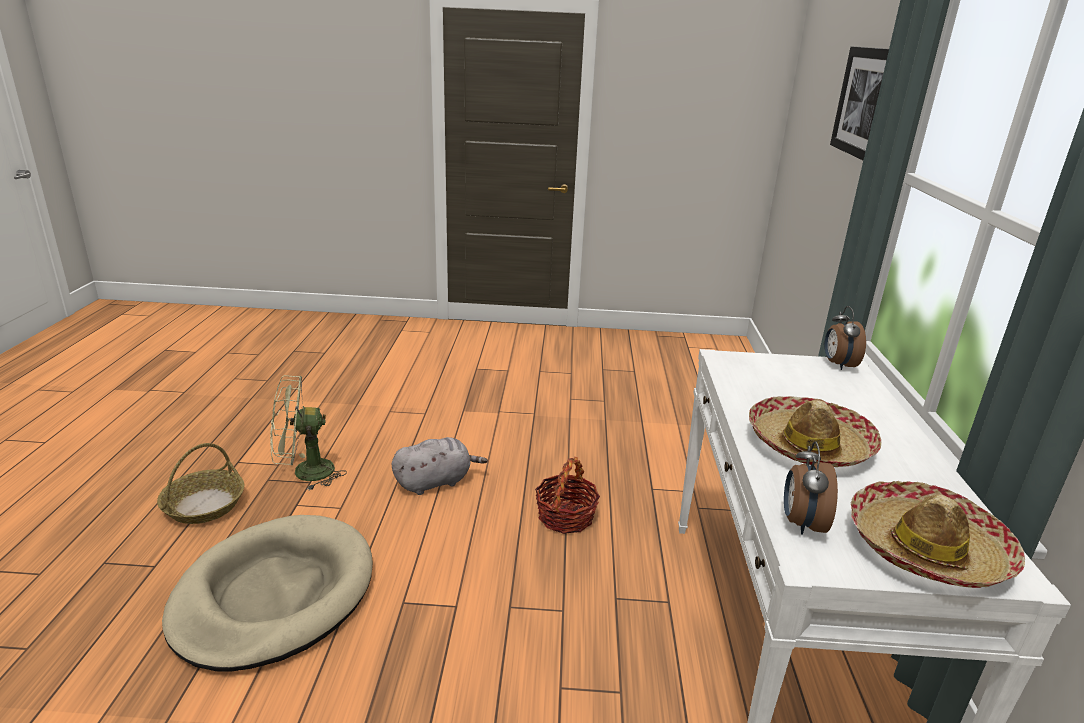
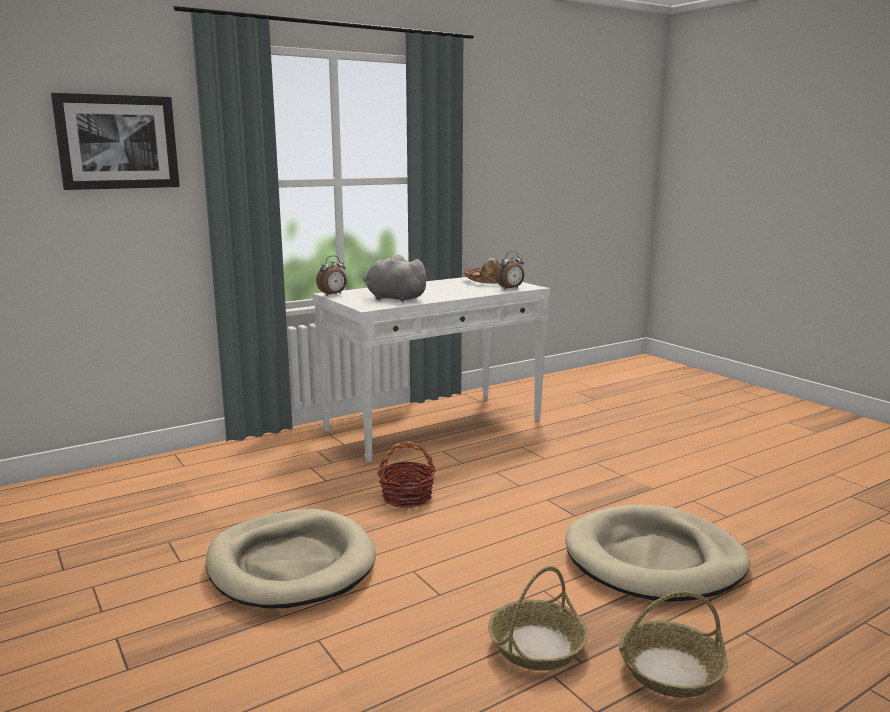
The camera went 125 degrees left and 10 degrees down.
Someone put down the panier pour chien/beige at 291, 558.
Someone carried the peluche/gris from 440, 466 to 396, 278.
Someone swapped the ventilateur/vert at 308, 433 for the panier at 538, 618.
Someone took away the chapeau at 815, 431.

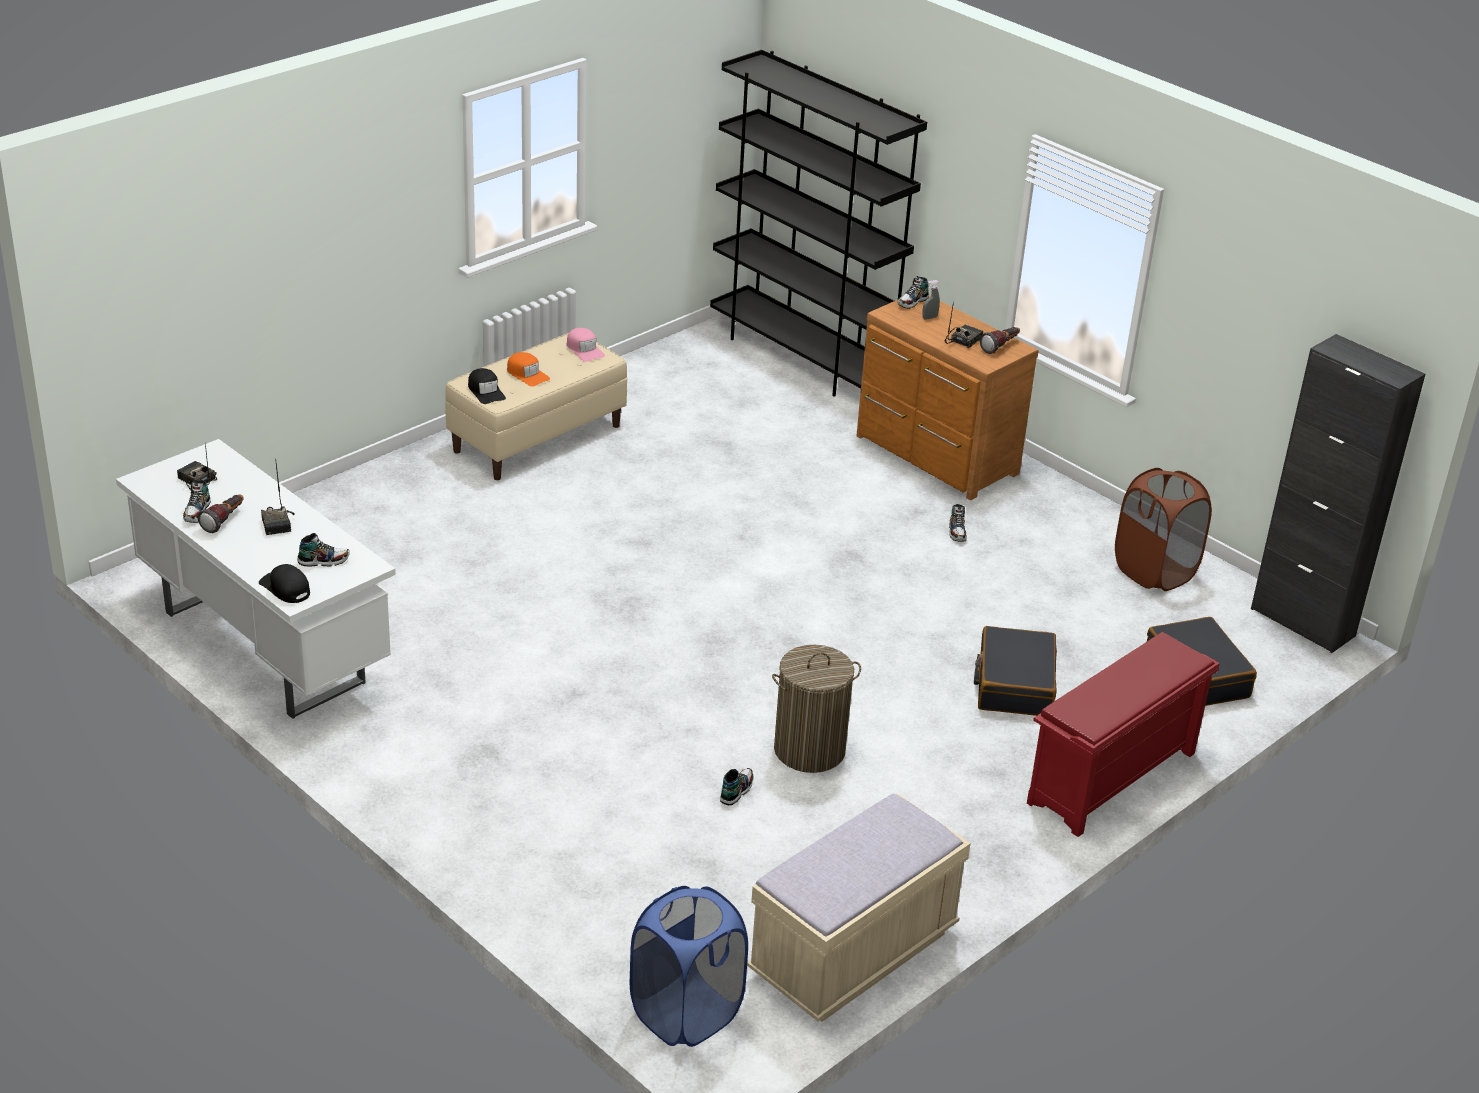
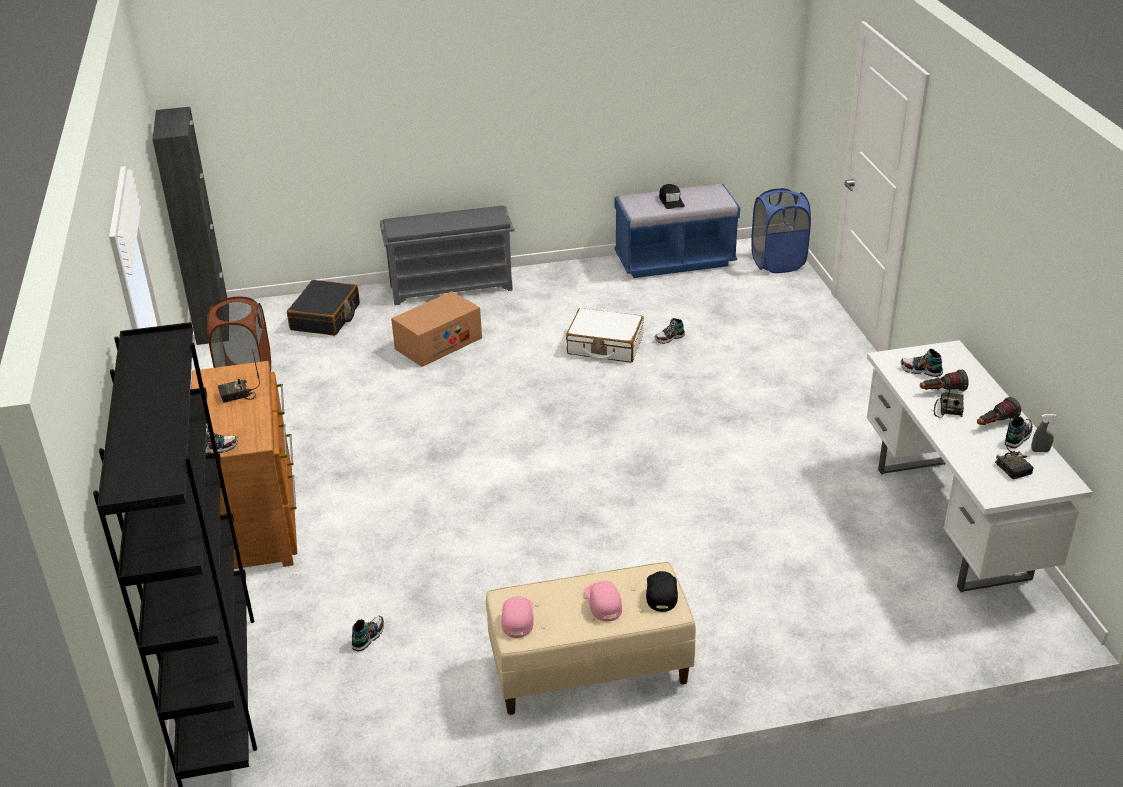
The camera went 145 degrees left and 0 degrees up.
Someone carried the chaussure from 958, 522 to 368, 633.
Someone repainted the étagère à chaussures/rouge at 1123, 734, which became the étagère à chaussures/gris at 447, 255.
Someone swapped the valise/noir at 1015, 671 for the carton at 436, 329.
Someone swapped the panier à linge at 816, 709 for the valise/blanc at 605, 335.
Someone repainted the casquette/orange at 528, 369, which became the casquette/rose at 603, 601.
Someone repainted the banc/beige at 859, 907, which became the banc/bleu at 677, 231.
Someone carried the casquette/noir from 284, 583 to 672, 196.
Someone carried the lampe de poche from 1000, 340 to 944, 380.
Someone carried the vaporisateur/gris from 931, 300 to 1044, 433.

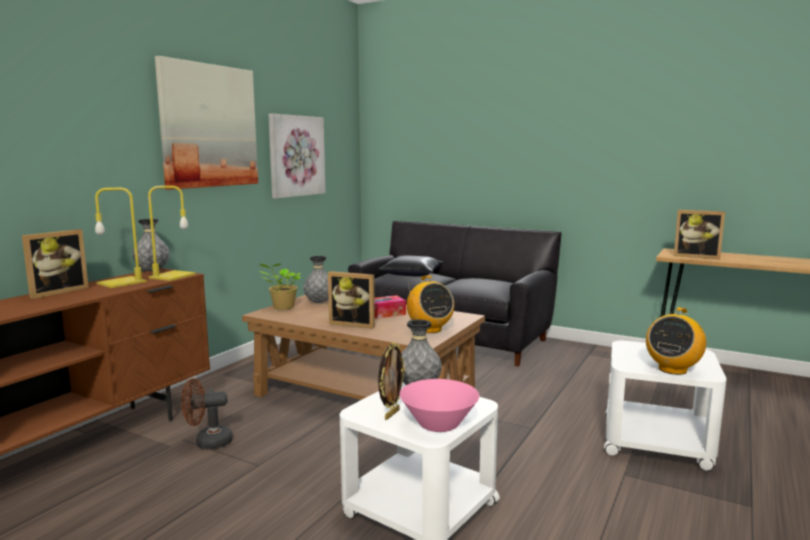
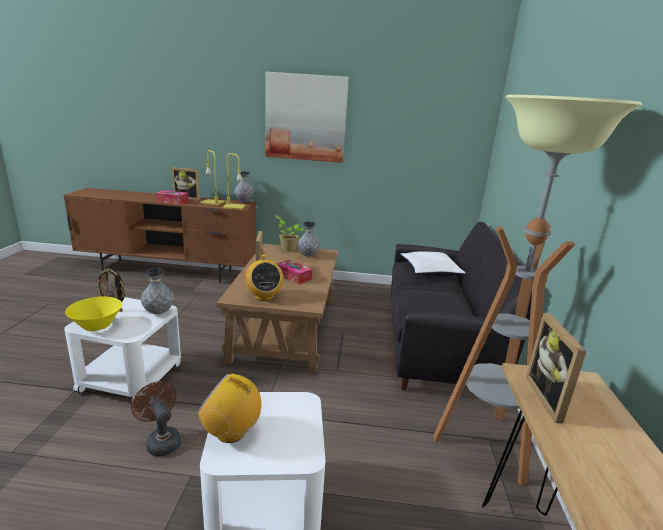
The camera went 65 degrees right and 10 degrees up.
Someone repainted the bol/rose at 439, 405, which became the bol/jaune at 93, 314.
Someone carried the ventilateur/marron from 207, 413 to 156, 418.
Someone put down the boîte à mouchoirs at 172, 197.
Someone rotated the radio at 430, 304 by 60 degrees counterclockwise.
Someone repainted the coussin/noir at 411, 266, which became the coussin/blanc at 433, 264.
Someone put down the lampadaire at 537, 290.
Someone took away the tableau at 297, 156.

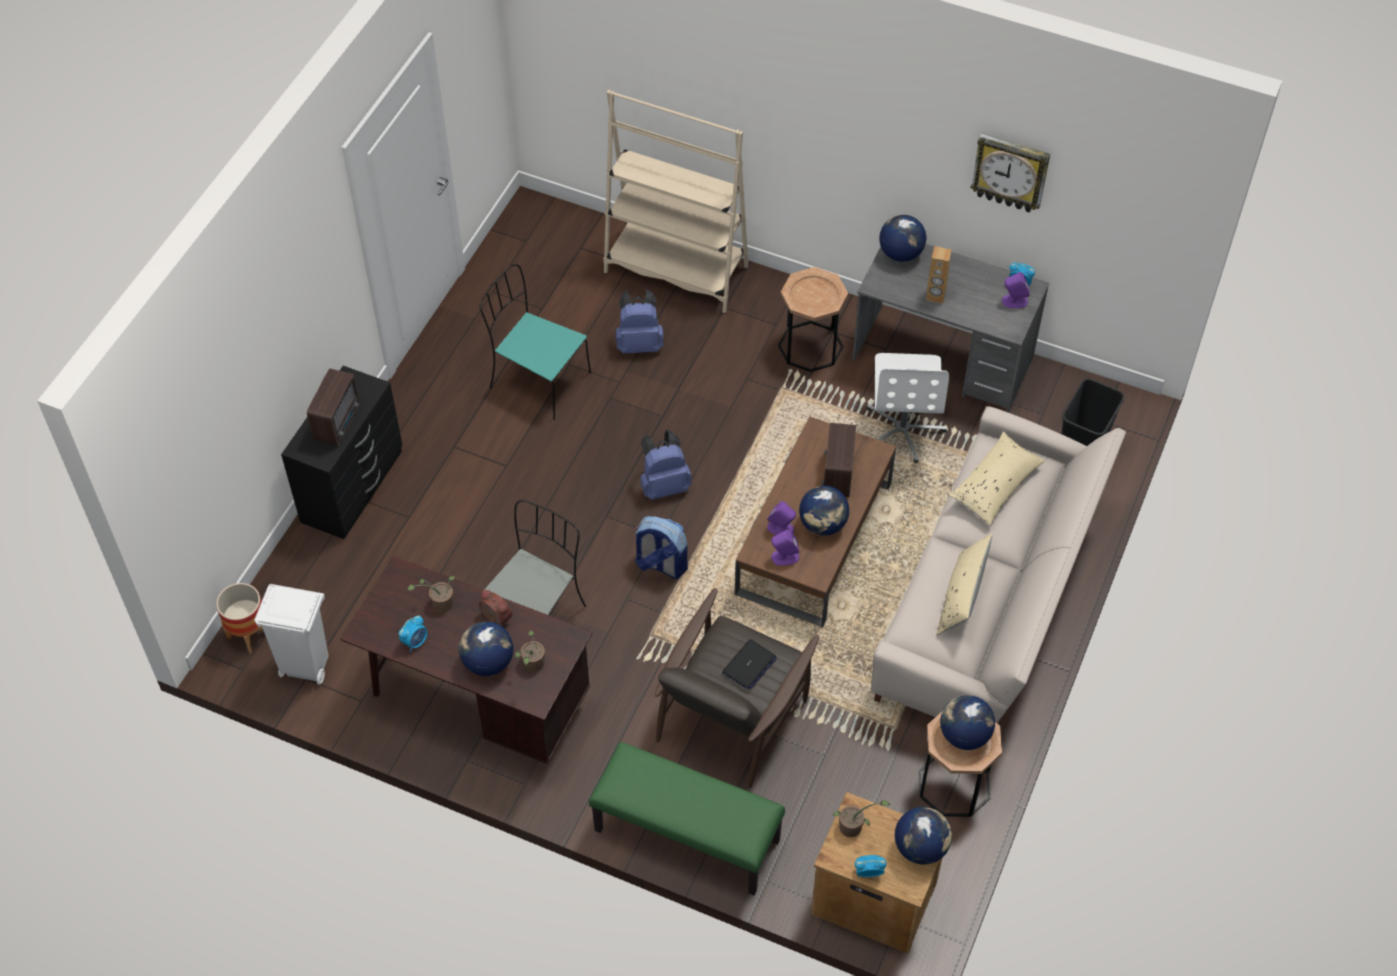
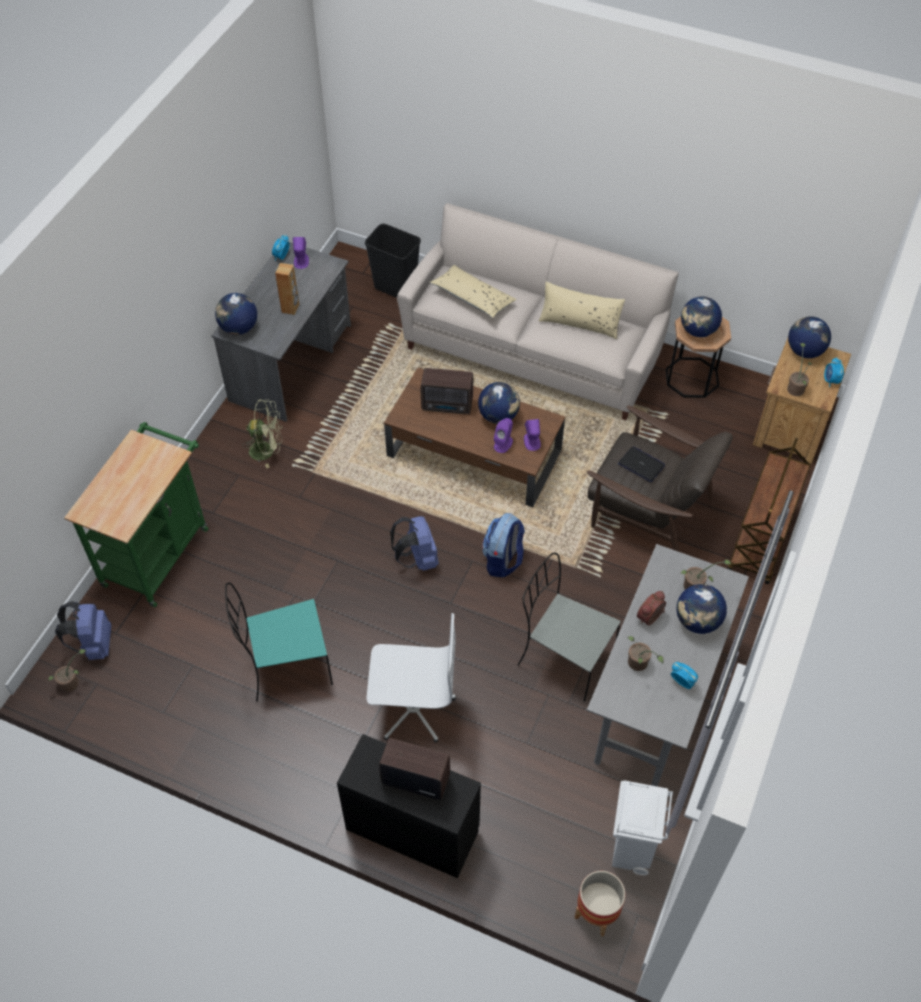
The camera went 90 degrees left and 0 degrees up.
Someone put down the plante en pot at 67, 670.
Someone carried the sac à dos/bleu from 639, 321 to 83, 630.
Someone swapped the bibliothèque/beige at 676, 201 for the chariot/vert at 136, 514.
Someone rotated the chaise/turquoise at 535, 342 by 45 degrees clockwise.
Someone swapped the table d'appoint/marron at 813, 319 for the ventilateur/vert at 262, 433.
Someone carried the chaise de bureau/blanc from 907, 408 to 411, 678.
Someone repainted the bureau/marron at 466, 660, which became the bureau/gris at 668, 665.
Someone swapped the banc/vert at 687, 819 for the chariot/marron at 768, 511.
Someone took away the horloge murale at 1010, 173.

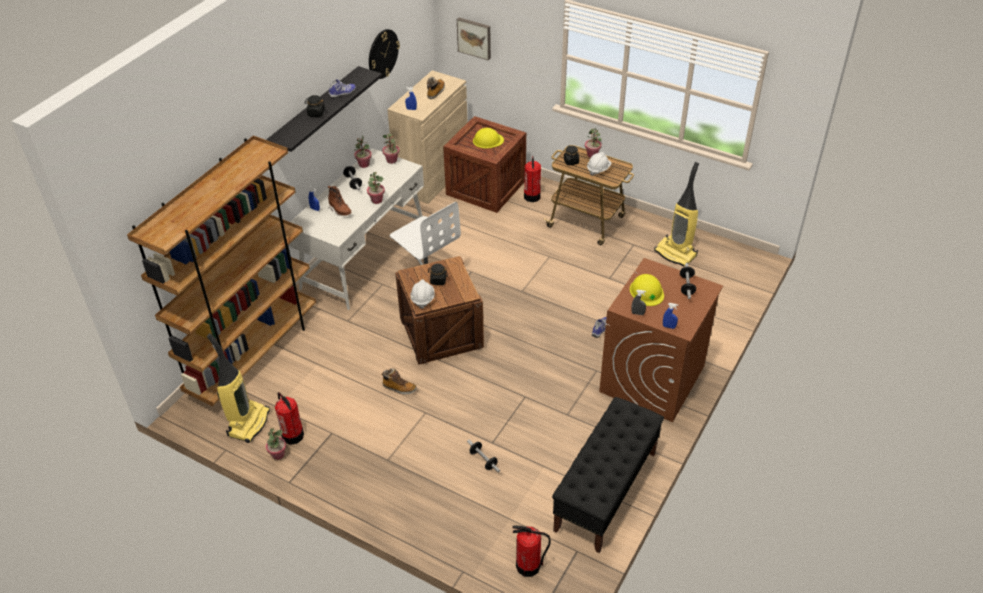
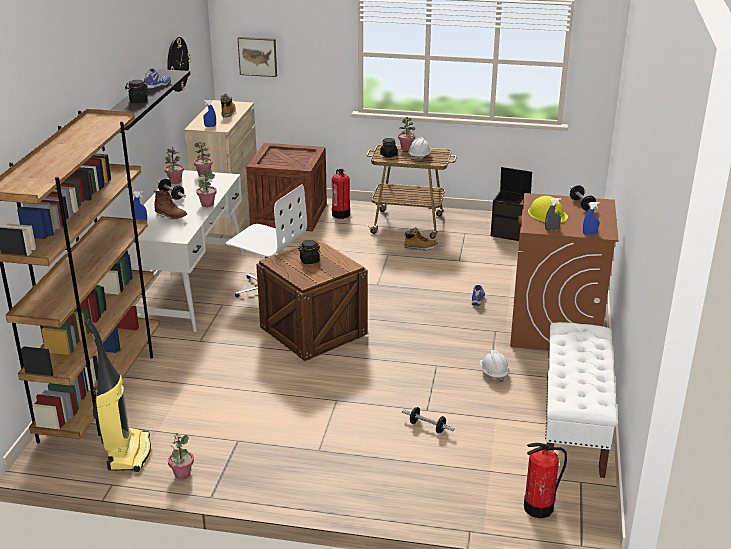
The camera went 20 degrees left and 15 degrees down.
Someone carried the botte from 399, 381 to 421, 239.
Someone carried the casque de chantier/blanc from 422, 294 to 494, 366.
Someone swapped the aspirateur at 676, 214 for the boîte de rangement/noir at 511, 204.
Someone repainted the banc/noir at 608, 475, which became the banc/blanc at 581, 400.
Someone took away the extincteur at 289, 418.
Someone took away the casque de chantier/jaune at 488, 138.

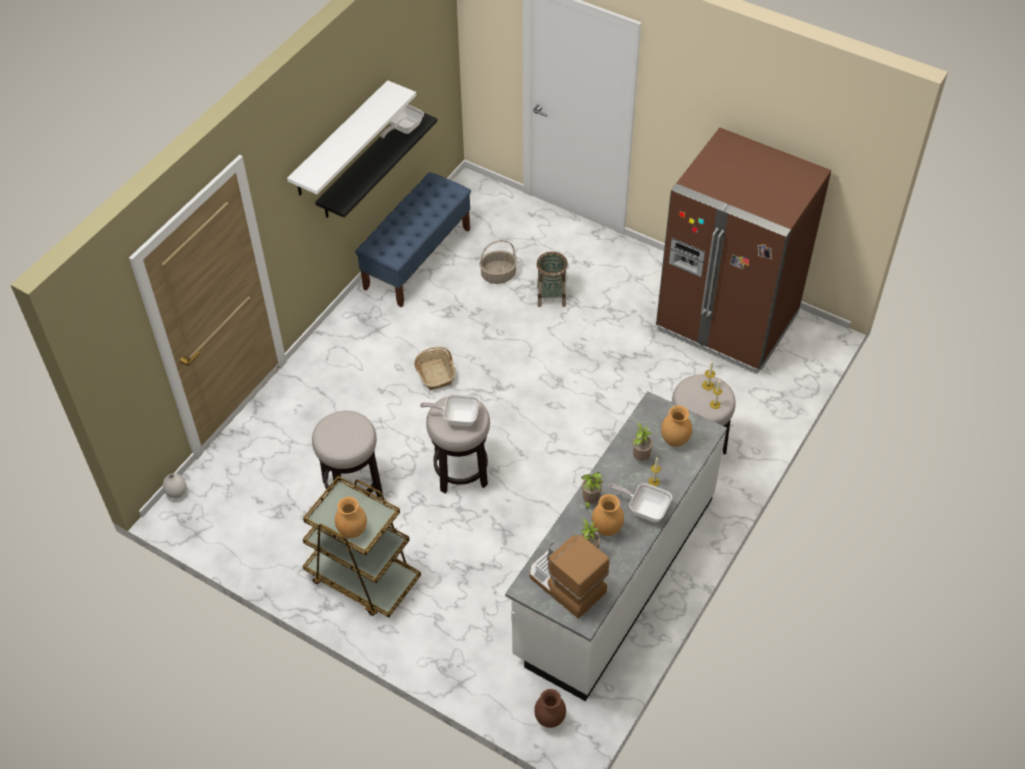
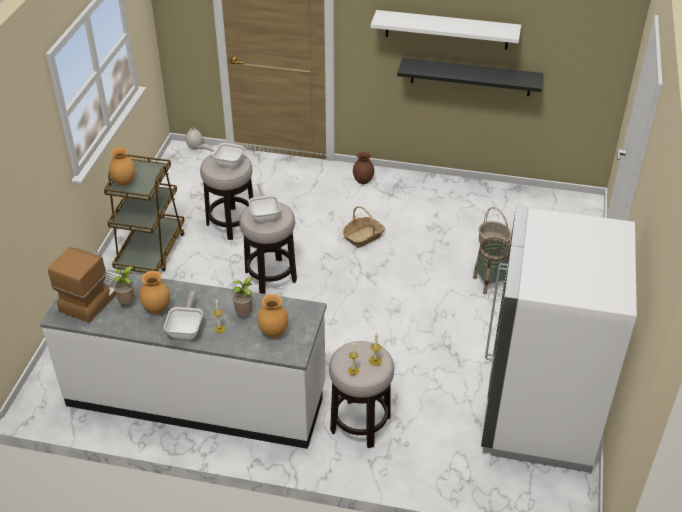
The camera went 70 degrees right and 10 degrees down.
Someone carried the poêle from 402, 121 to 221, 155.
Someone carried the vase/marron from 550, 708 to 363, 168.
Someone repainted the réfrigérateur/marron at 744, 251, which became the réfrigérateur/blanc at 559, 339.
Someone took away the banc/bleu at 413, 239.
Someone took away the plante en pot at 592, 491.

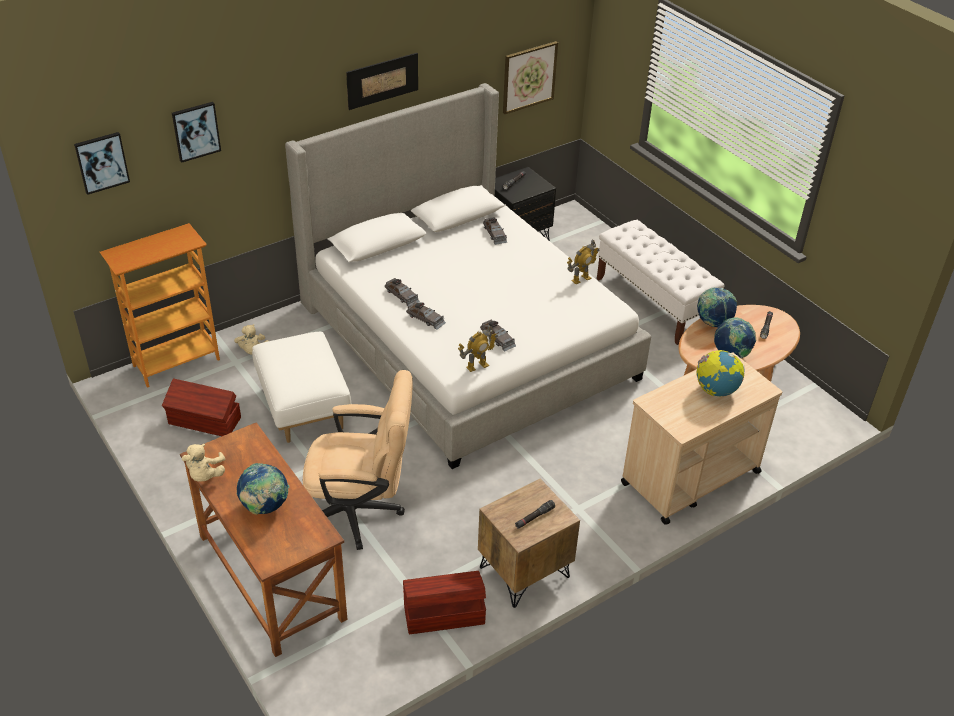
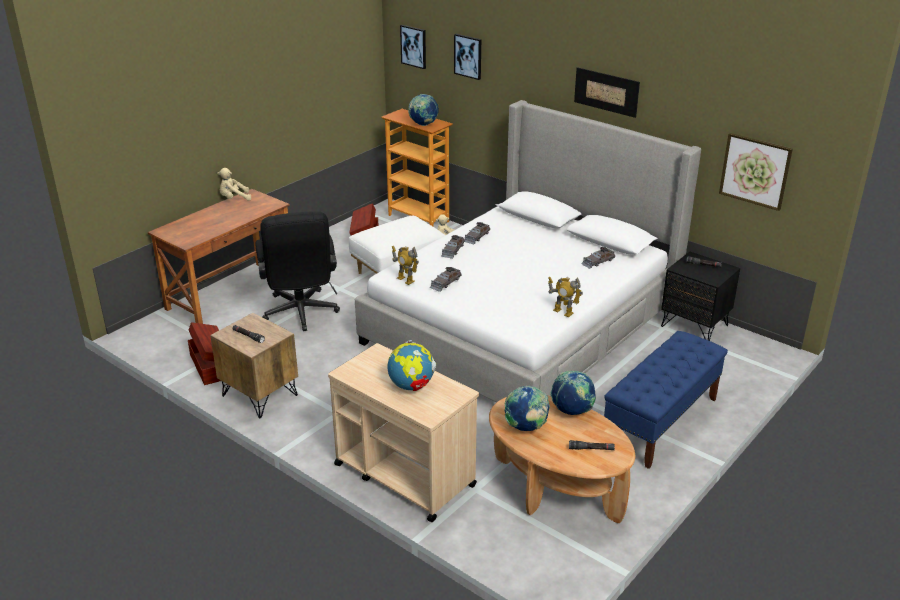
The camera went 75 degrees right and 10 degrees down.
Someone repainted the chaise de bureau/beige at 357, 460, which became the chaise de bureau/noir at 297, 271.
Someone carried the globe from 263, 489 to 423, 110.
Someone repainted the banc/blanc at 661, 282, which became the banc/bleu at 666, 400.

